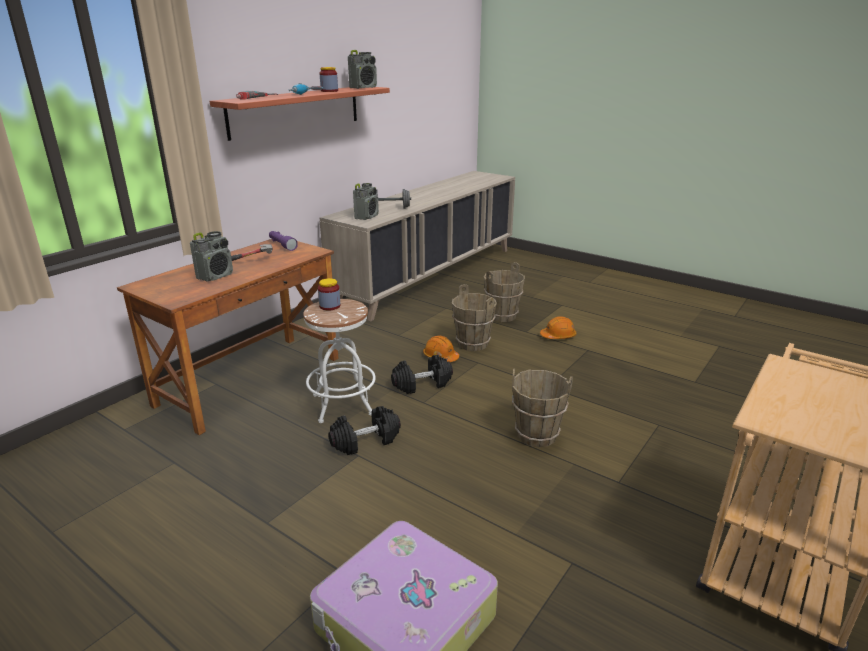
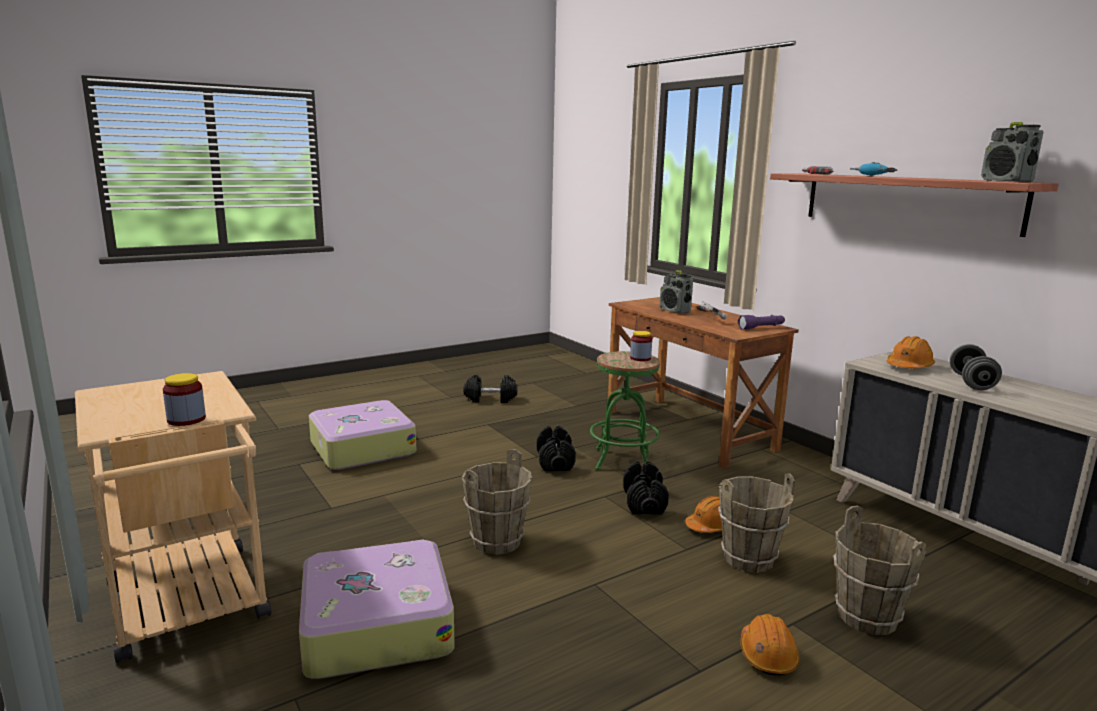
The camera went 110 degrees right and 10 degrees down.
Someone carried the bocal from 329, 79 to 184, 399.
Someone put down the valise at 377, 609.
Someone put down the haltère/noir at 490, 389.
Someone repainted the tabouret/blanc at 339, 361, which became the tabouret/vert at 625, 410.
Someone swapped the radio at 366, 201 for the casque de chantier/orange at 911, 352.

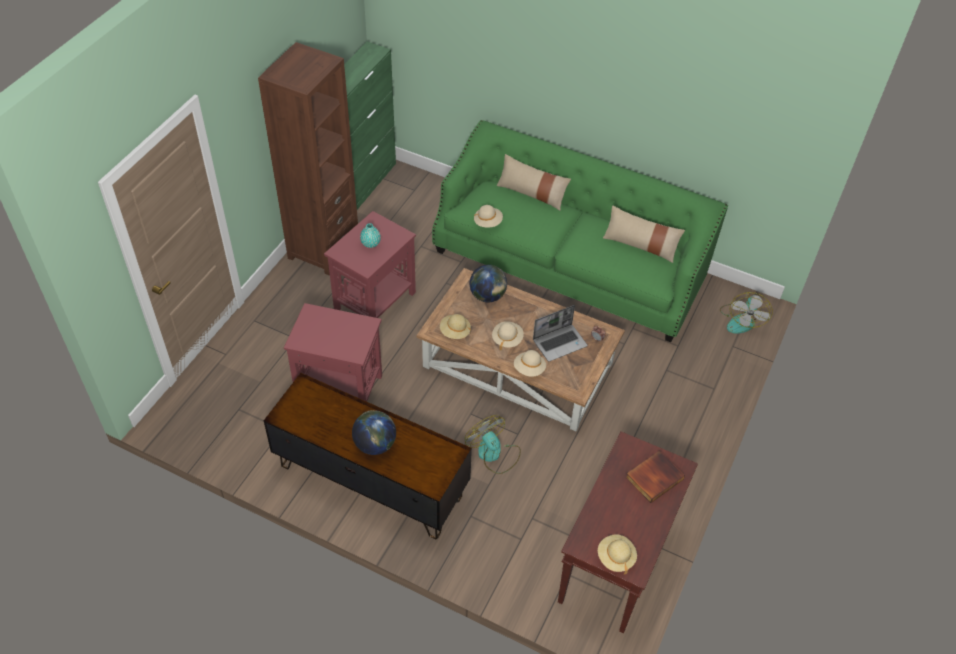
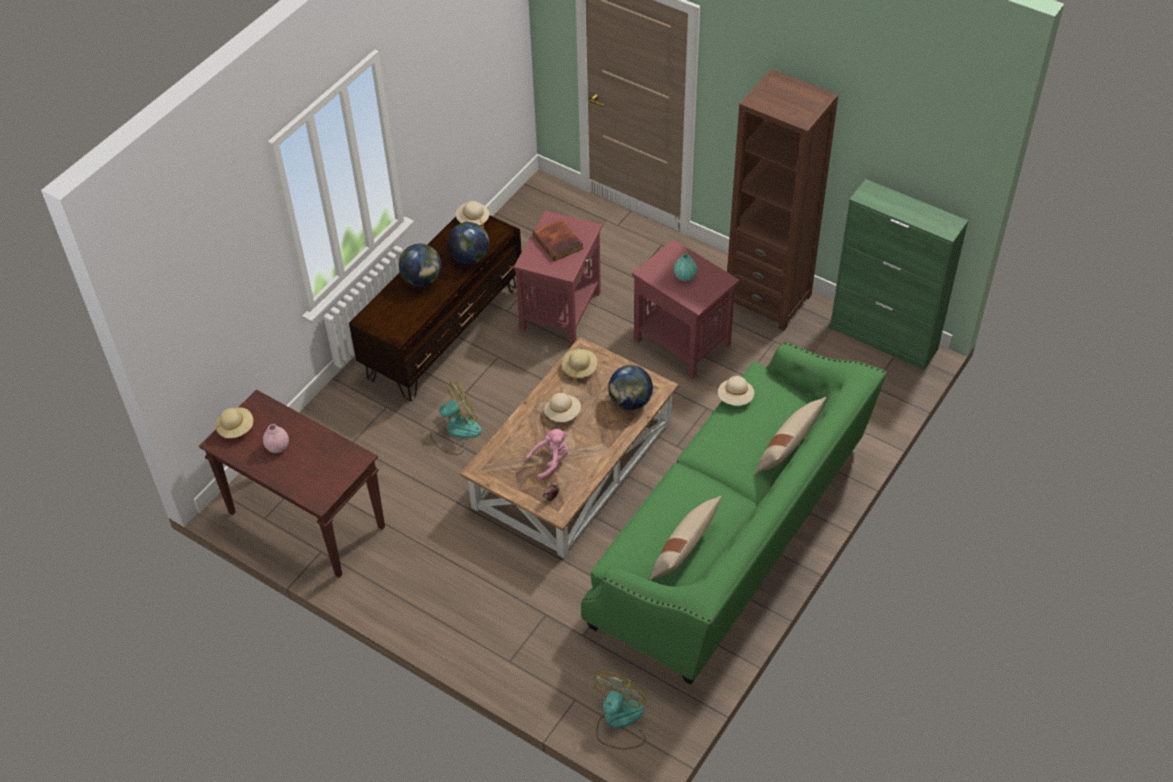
The camera went 100 degrees right and 0 degrees up.
Someone put down the vase/rose at 276, 438.
Someone put down the globe at 468, 243.
Someone carried the chapeau/beige from 530, 363 to 472, 214.
Someone swapped the ordinateur portable at 560, 333 for the peluche/rose at 547, 454.
Someone carried the livre from 655, 477 to 558, 240.
Someone rotated the ventilateur at 746, 313 by 90 degrees clockwise.

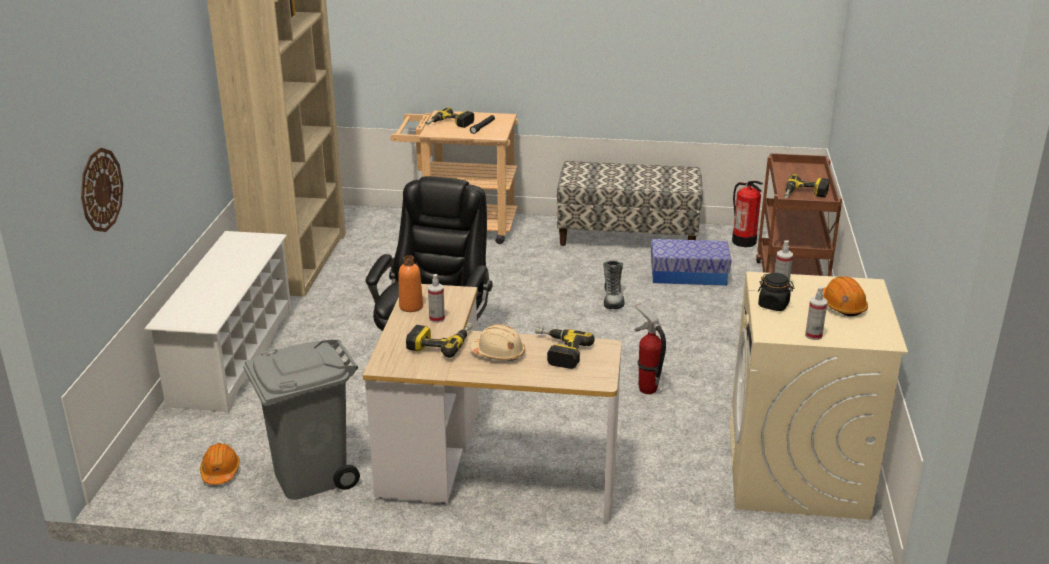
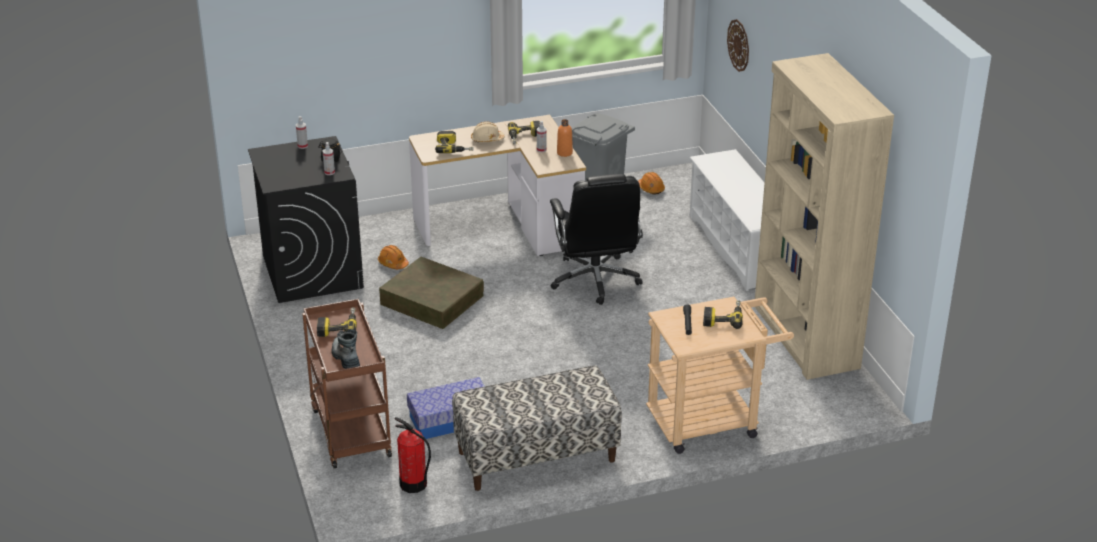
The camera went 155 degrees right and 5 degrees up.
Someone repainted the lave-linge/beige at 819, 396, which became the lave-linge/noir at 306, 219.
Someone carried the botte from 614, 285 to 345, 349.
Someone carried the casque de chantier/orange from 845, 296 to 393, 257.
Someone swapped the extincteur at 650, 348 for the boîte de rangement/marron at 431, 293.

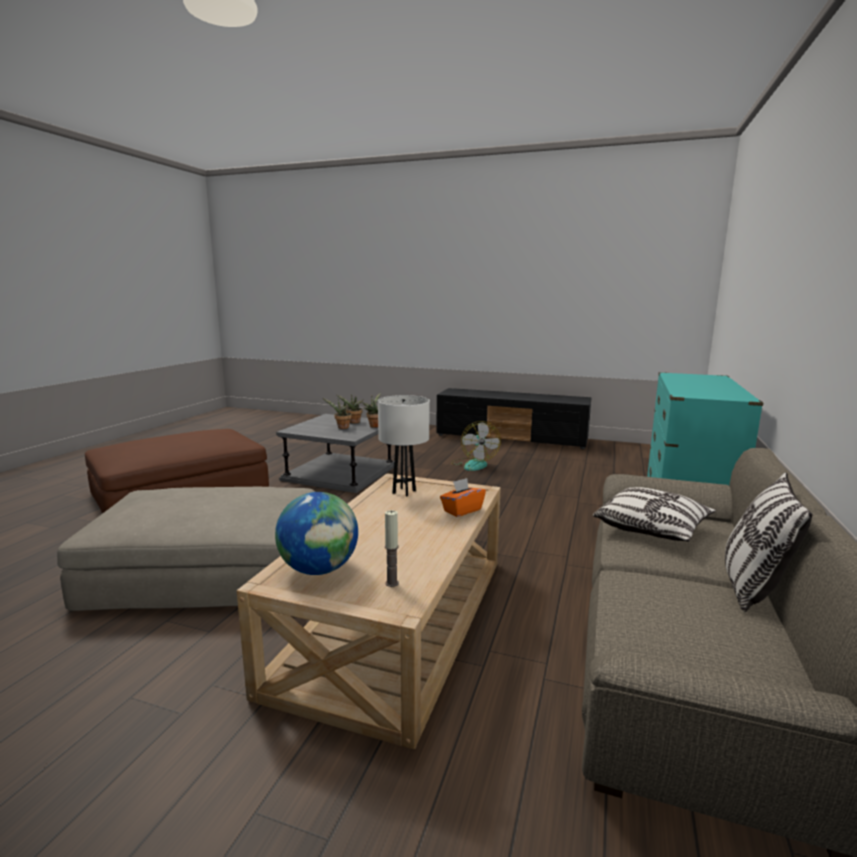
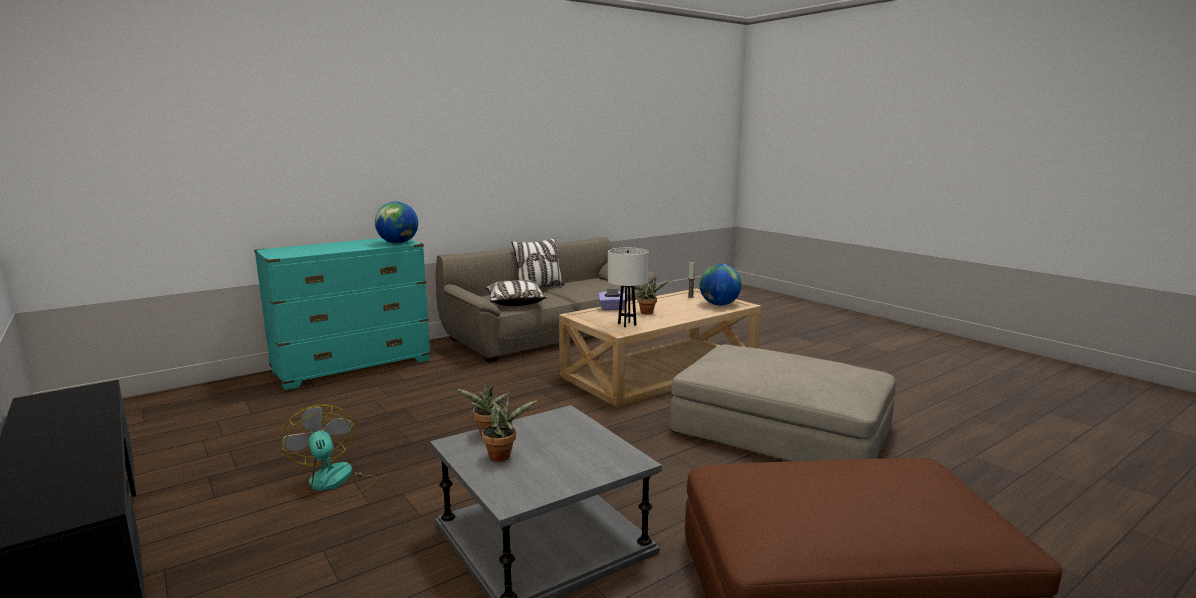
The camera went 145 degrees left and 0 degrees up.
Someone rotated the ventilateur at 476, 446 by 60 degrees counterclockwise.
Someone put down the globe at 396, 222.
Someone repainted the boîte à mouchoirs/orange at 463, 497, which became the boîte à mouchoirs/violet at 611, 299.
Someone carried the plante en pot from 337, 413 to 653, 297.

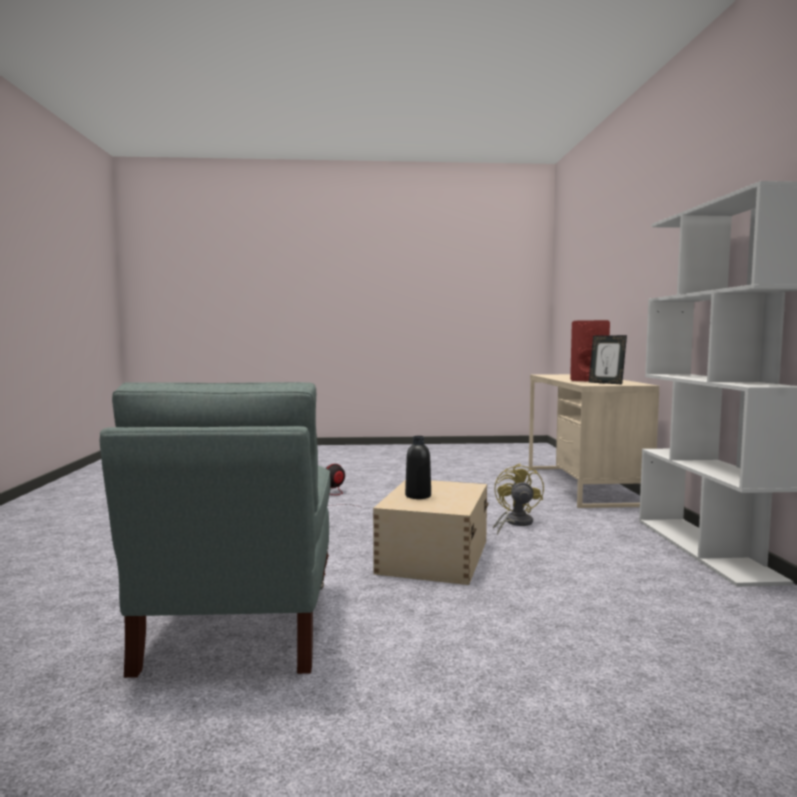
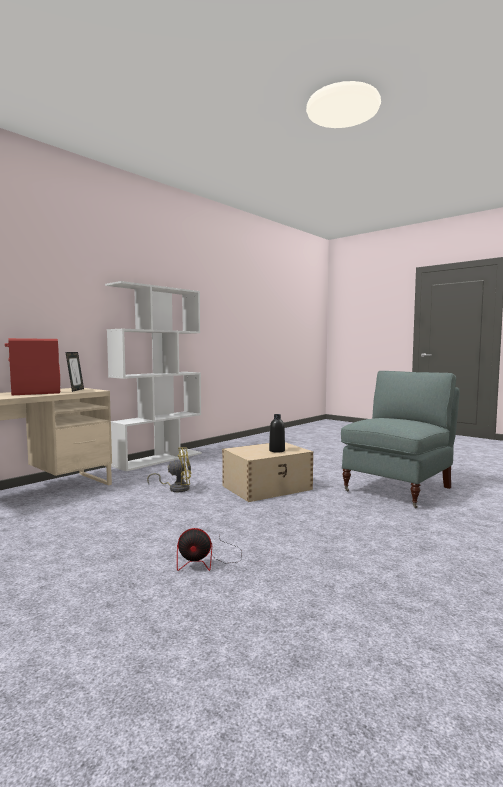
The camera went 135 degrees left and 0 degrees up.
Someone rotated the ventilateur/jaune at 518, 499 by 150 degrees counterclockwise.

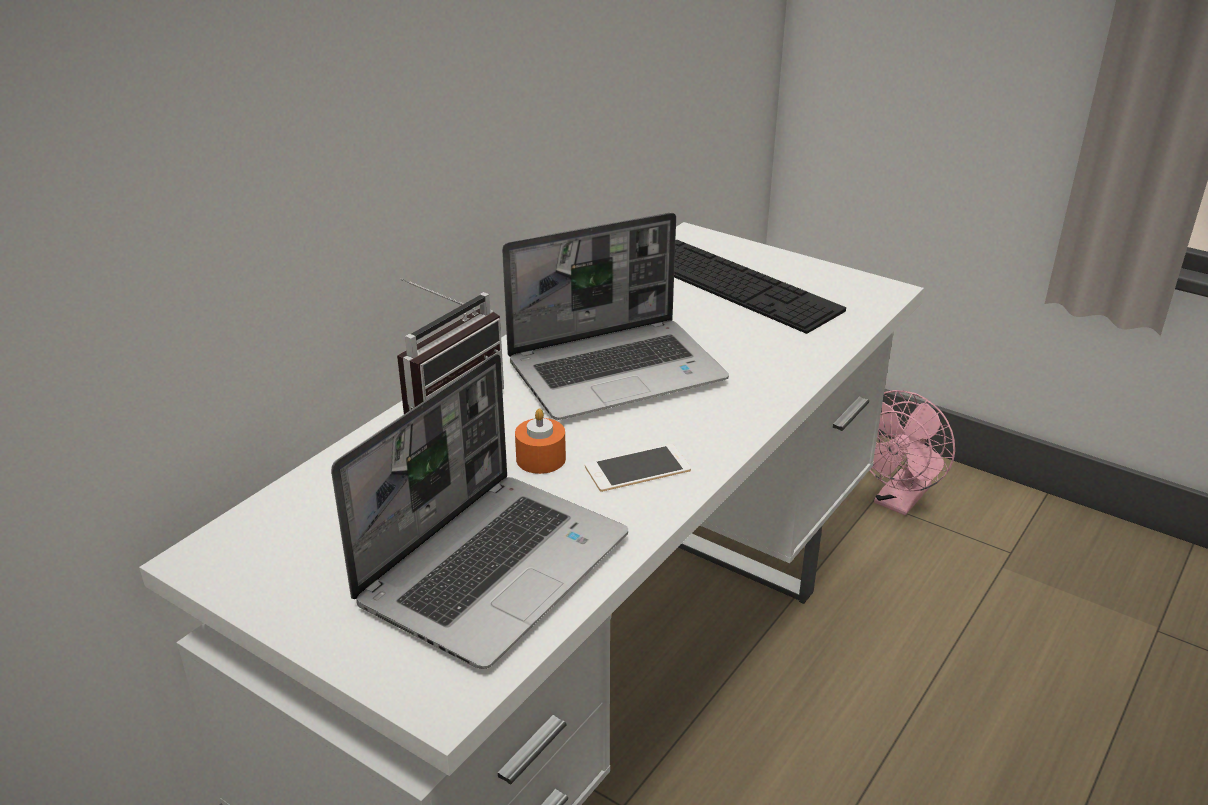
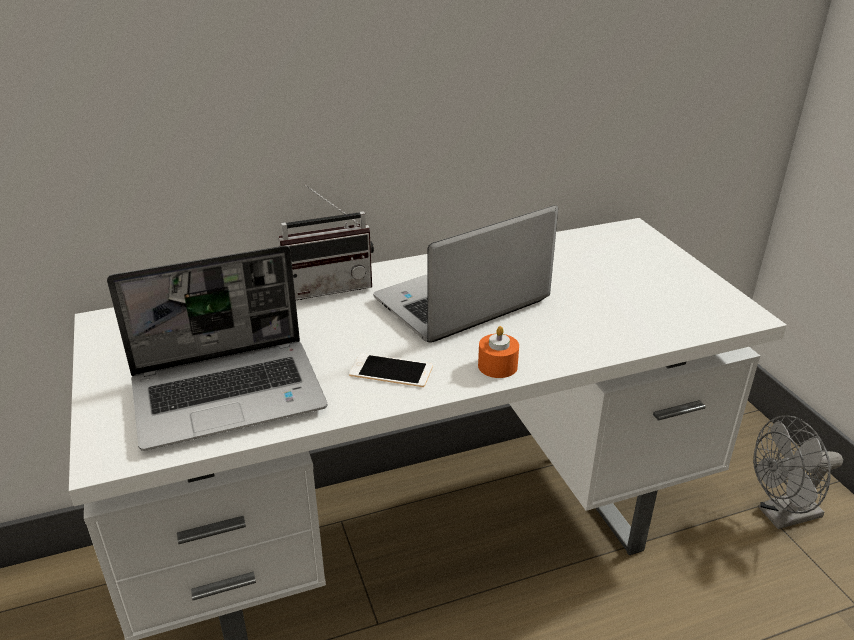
The camera went 35 degrees right and 0 degrees up.
Someone rotated the ordinateur portable at 615, 316 by 135 degrees clockwise.
Someone carried the bougie/orange from 540, 441 to 498, 352.
Someone repainted the ventilateur/rose at 912, 452, which became the ventilateur/gris at 798, 472.
Someone took away the clavier at 760, 287.

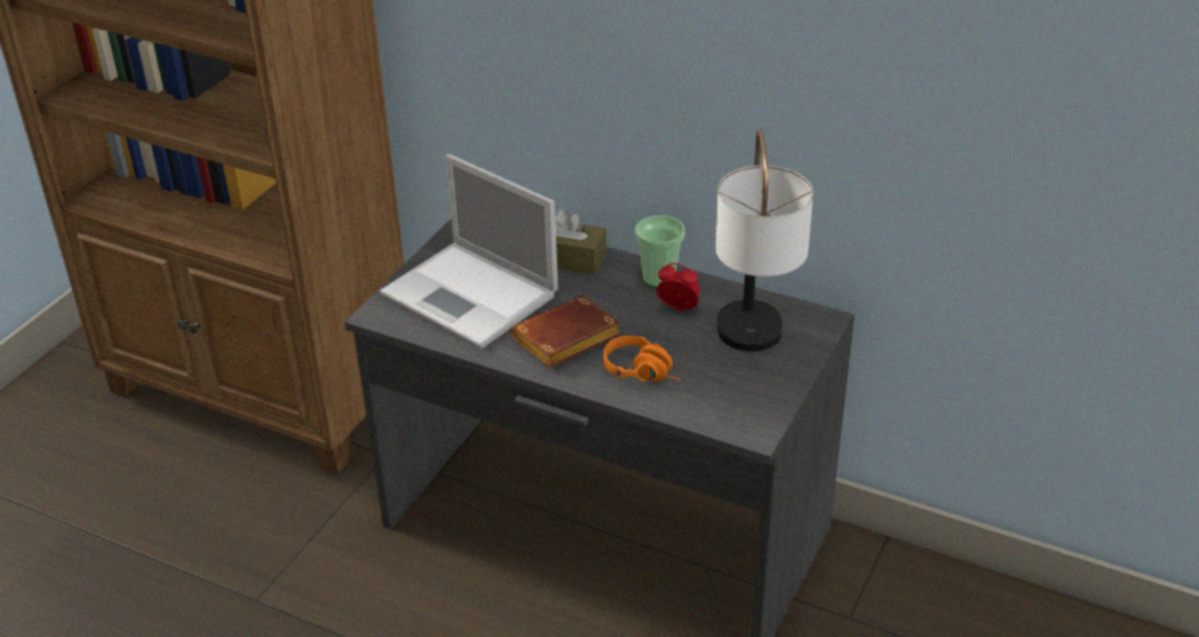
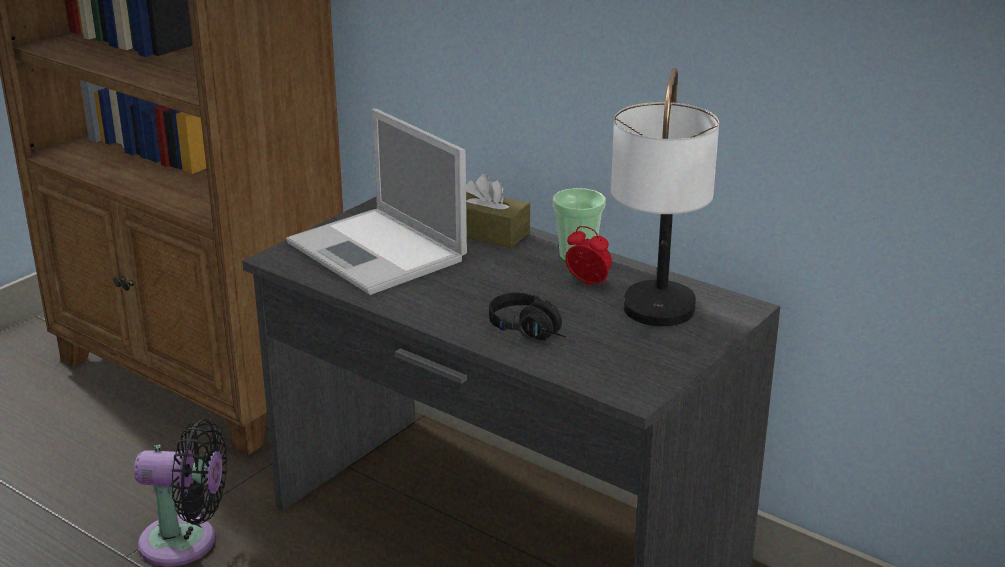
The camera went 10 degrees right and 10 degrees down.
Someone put down the ventilateur/noir at 180, 493.
Someone repainted the casque audio/orange at 642, 359, which became the casque audio/noir at 527, 316.
Someone took away the livre/marron at 566, 331.

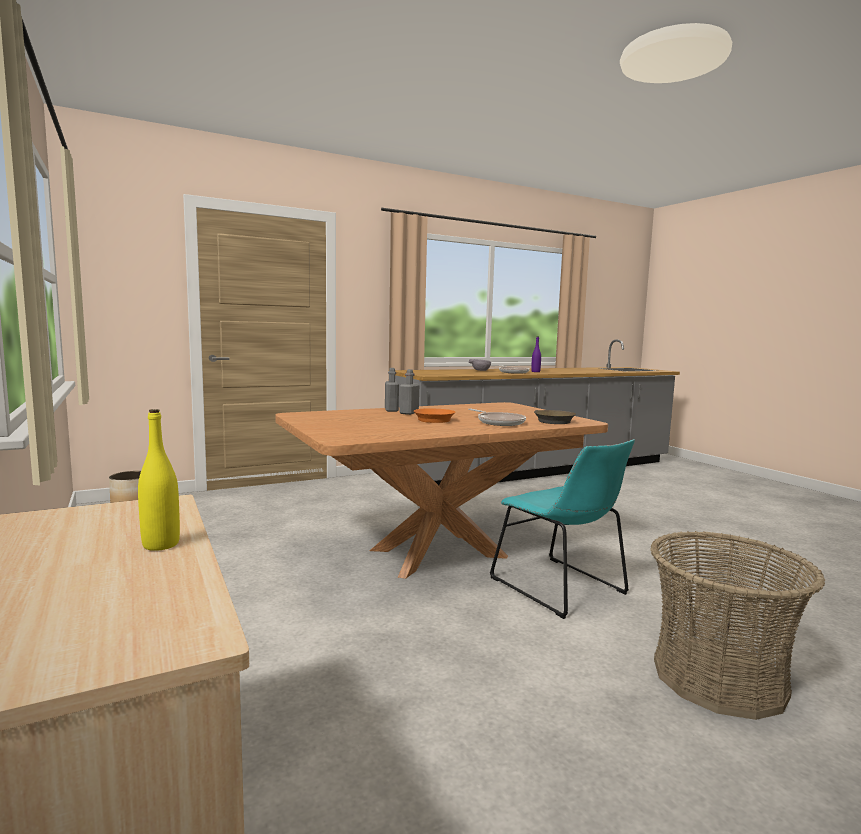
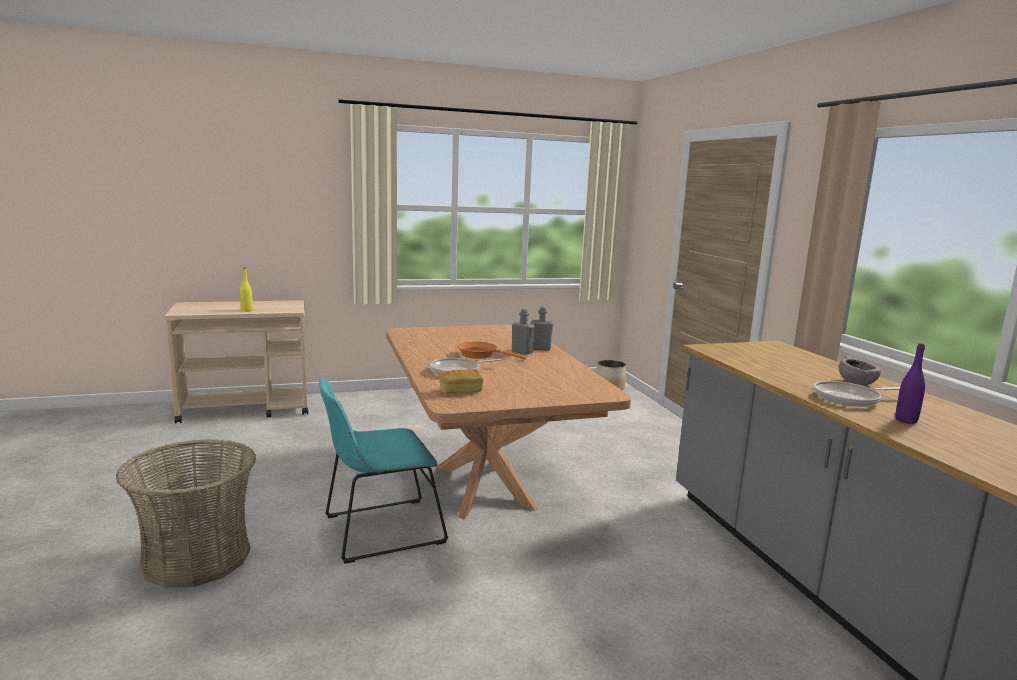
The camera went 100 degrees right and 5 degrees up.
Someone swapped the poêle/marron at 555, 417 for the pain at 461, 381.

